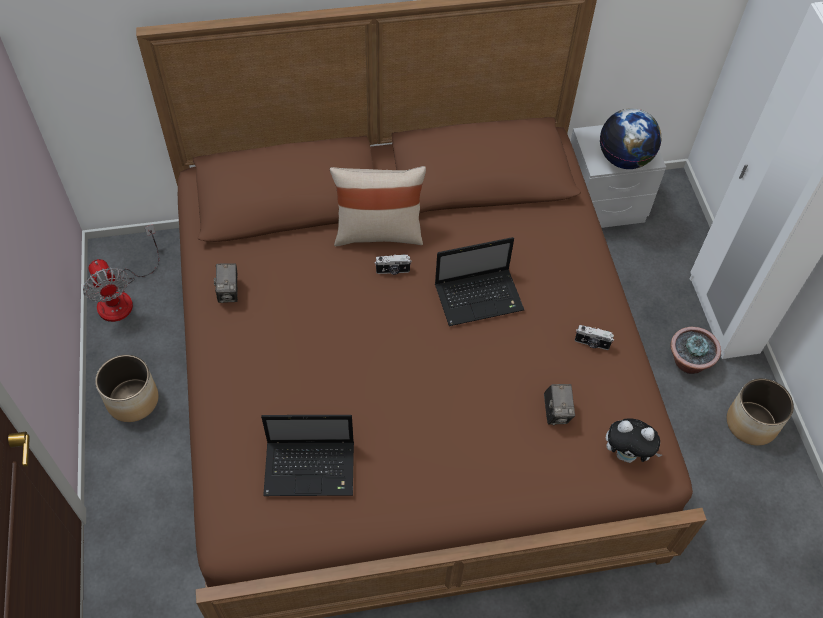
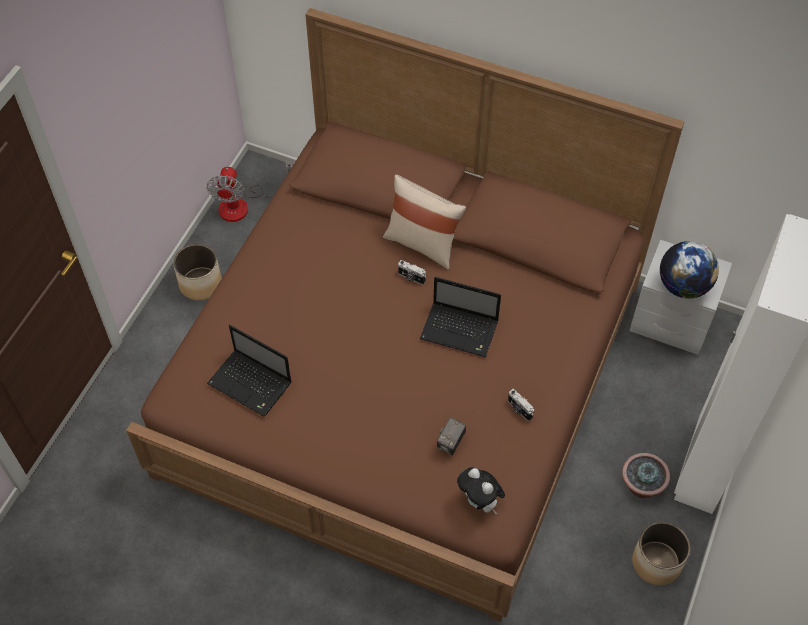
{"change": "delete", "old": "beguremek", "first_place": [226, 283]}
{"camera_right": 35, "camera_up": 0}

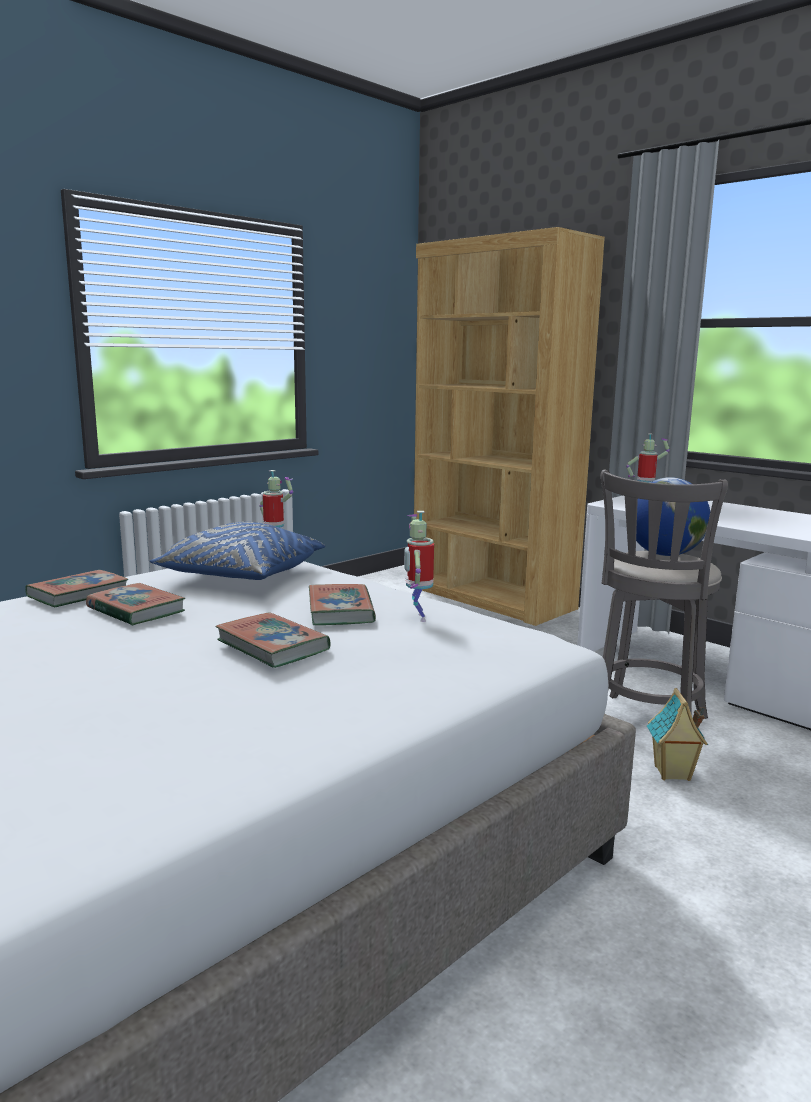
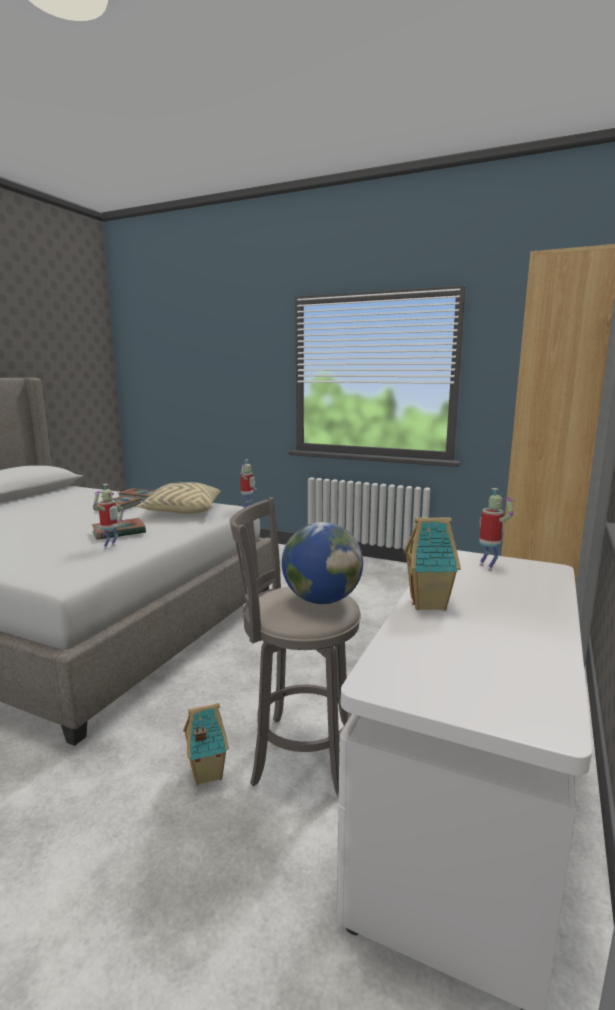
{"change": "rotate", "old": "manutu", "first_place": [419, 566], "second_place": [109, 516], "degrees": 135}
{"change": "recolor", "old": "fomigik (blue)", "new": "fomigik (beige)", "first_place": [237, 551], "second_place": [178, 498]}
{"change": "delete", "old": "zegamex", "first_place": [273, 640]}
{"change": "insert", "new": "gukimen", "second_place": [432, 564]}
{"camera_right": 70, "camera_up": 0}

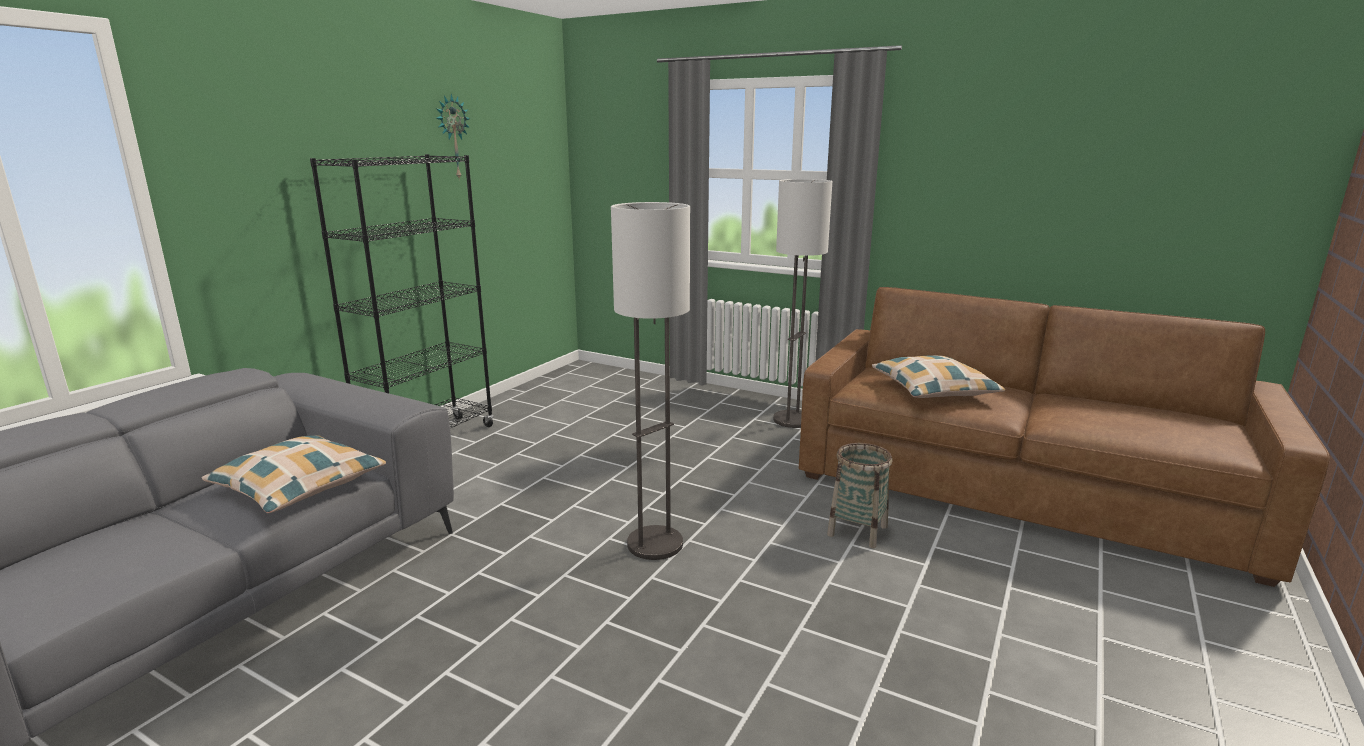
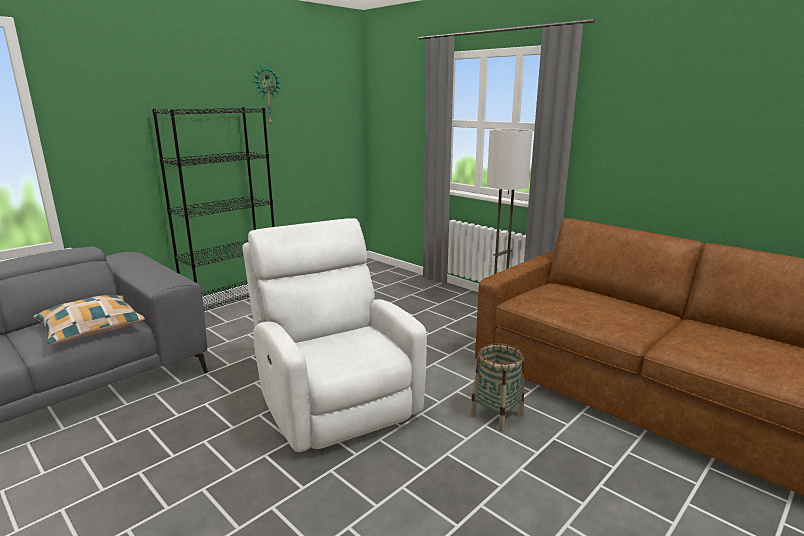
{"change": "replace", "old": "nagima", "new": "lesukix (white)", "first_place": [650, 381], "second_place": [334, 335]}
{"change": "delete", "old": "fomigik", "first_place": [938, 376]}
{"camera_right": 15, "camera_up": 0}

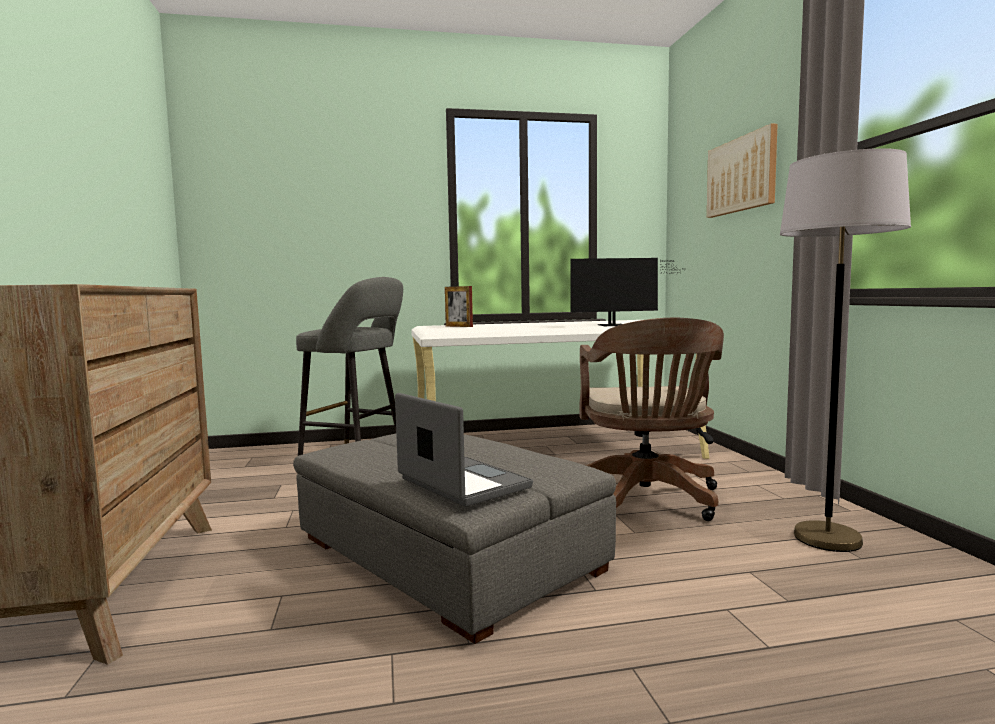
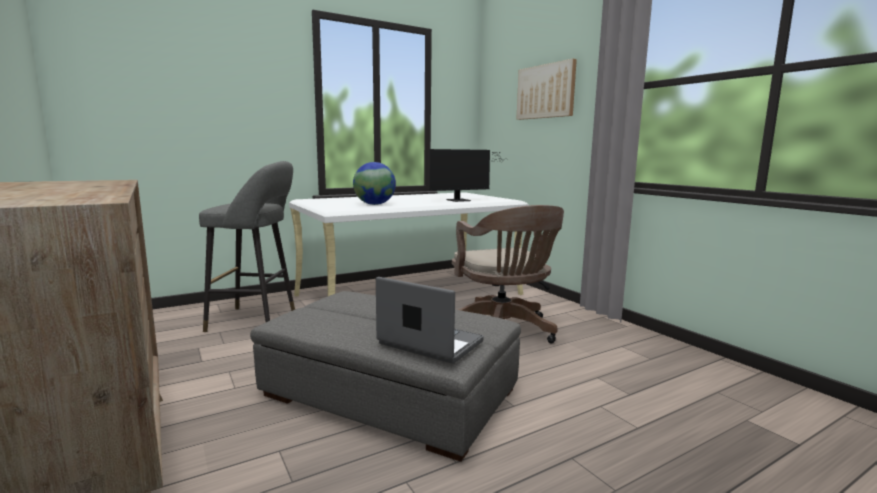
{"change": "delete", "old": "nagima (grey)", "first_place": [845, 350]}
{"change": "delete", "old": "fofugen", "first_place": [459, 306]}
{"change": "insert", "new": "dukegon", "second_place": [374, 183]}
{"camera_right": -20, "camera_up": 5}

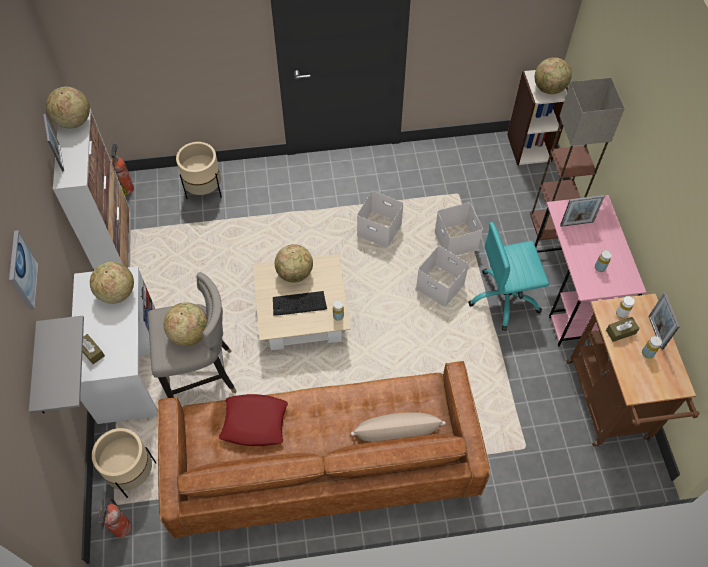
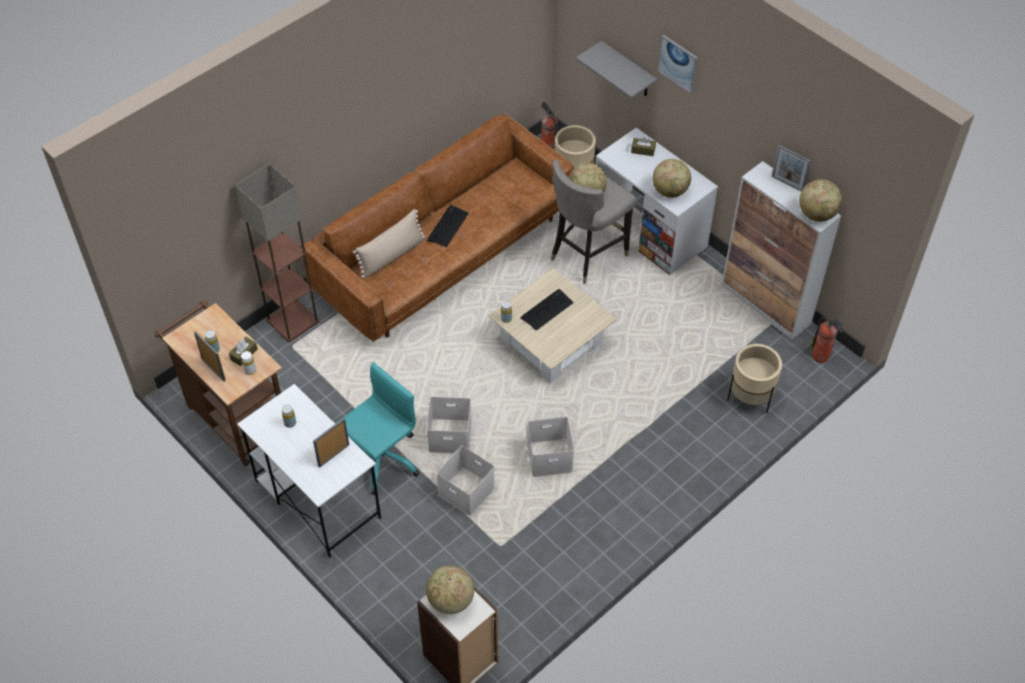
{"change": "move", "old": "nagima", "first_place": [577, 159], "second_place": [277, 253]}
{"change": "recolor", "old": "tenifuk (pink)", "new": "tenifuk (white)", "first_place": [590, 271], "second_place": [309, 471]}
{"change": "delete", "old": "dukegon", "first_place": [294, 263]}
{"change": "delete", "old": "fomigik (red)", "first_place": [253, 420]}
{"change": "insert", "new": "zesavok", "second_place": [448, 226]}
{"camera_right": 145, "camera_up": -5}

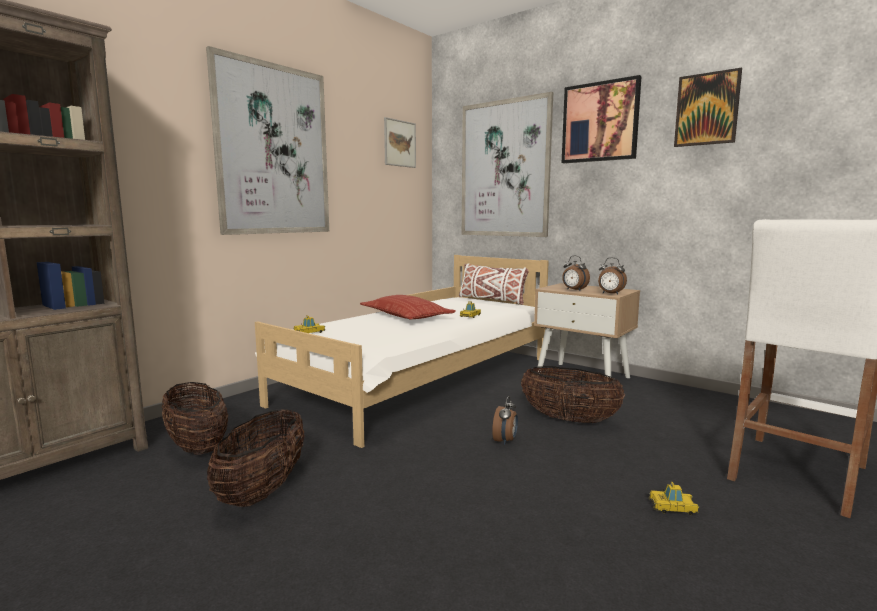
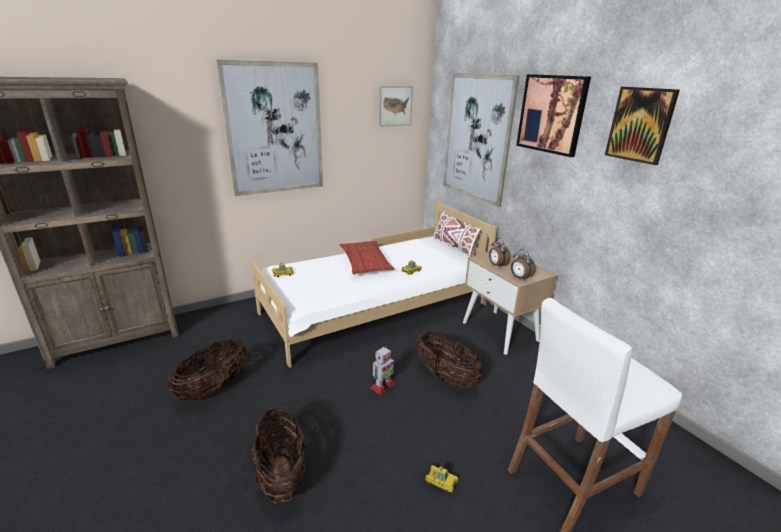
{"change": "move", "old": "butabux", "first_place": [195, 418], "second_place": [279, 455]}
{"change": "replace", "old": "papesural", "new": "manutu", "first_place": [505, 420], "second_place": [383, 370]}
{"camera_right": 20, "camera_up": 15}

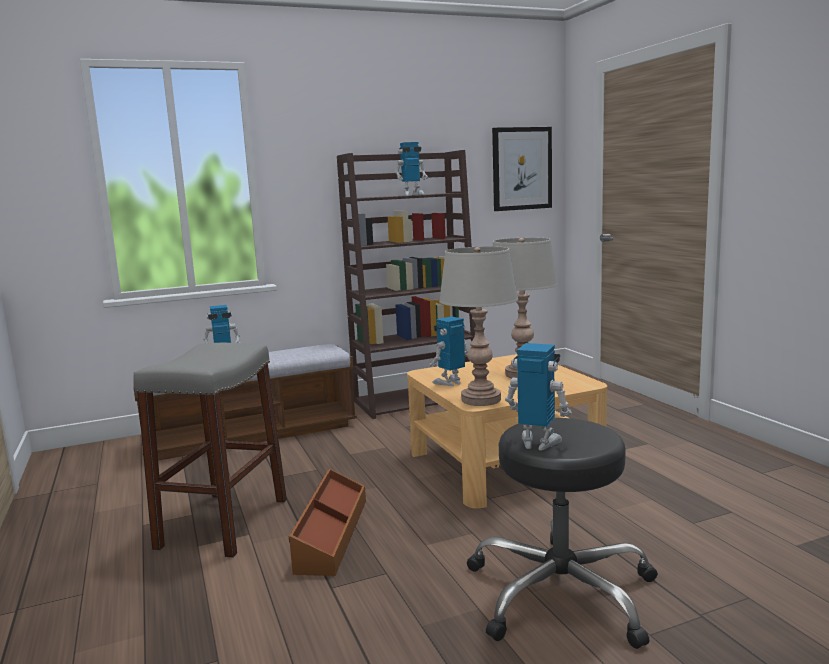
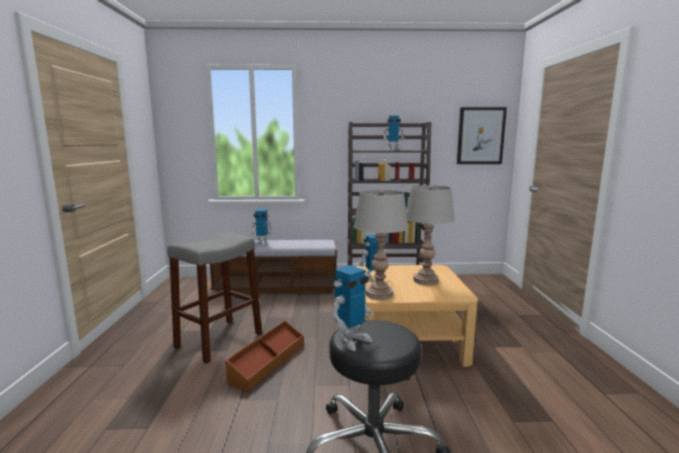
{"change": "rotate", "old": "manutu", "first_place": [538, 397], "second_place": [352, 308], "degrees": 90}
{"camera_right": 20, "camera_up": 0}

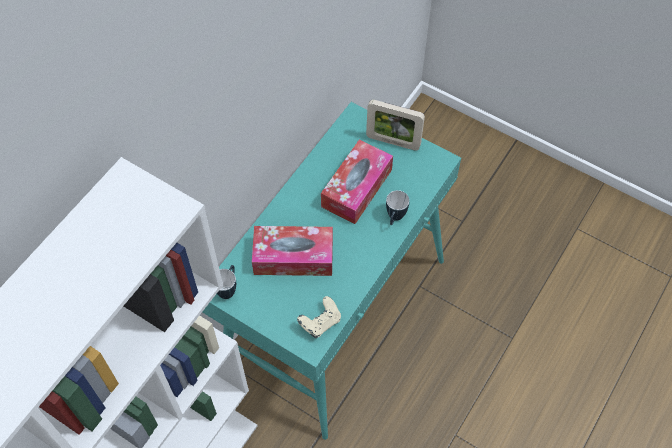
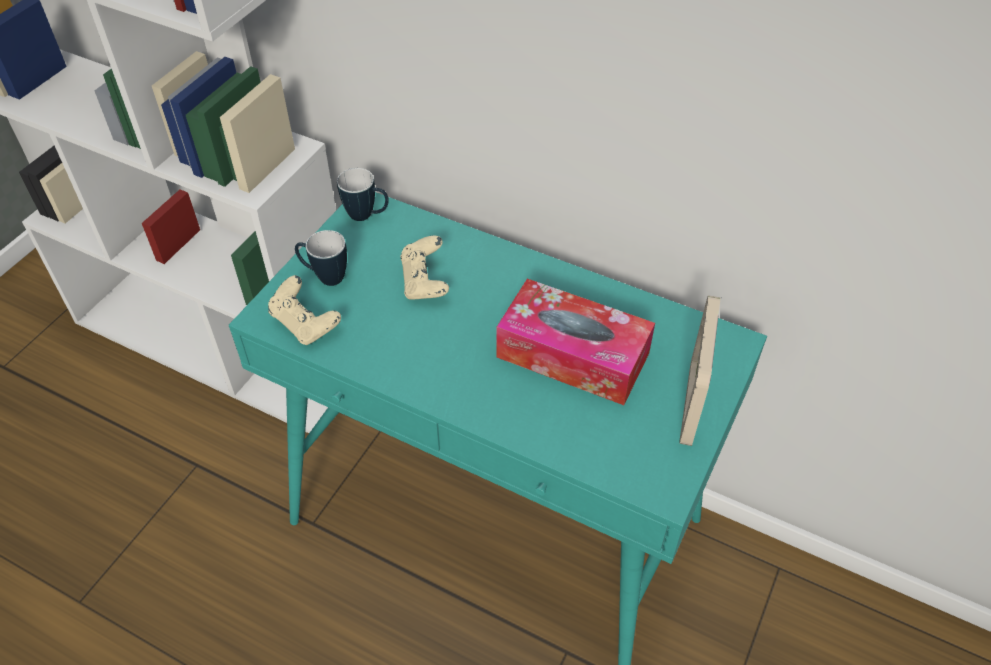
{"change": "move", "old": "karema", "first_place": [398, 207], "second_place": [321, 258]}
{"change": "replace", "old": "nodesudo", "new": "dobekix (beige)", "first_place": [292, 251], "second_place": [424, 267]}
{"camera_right": 85, "camera_up": -10}

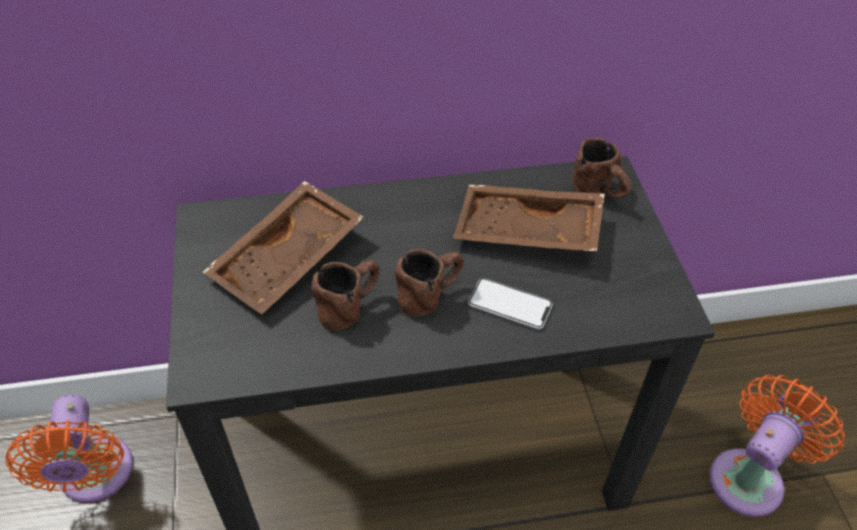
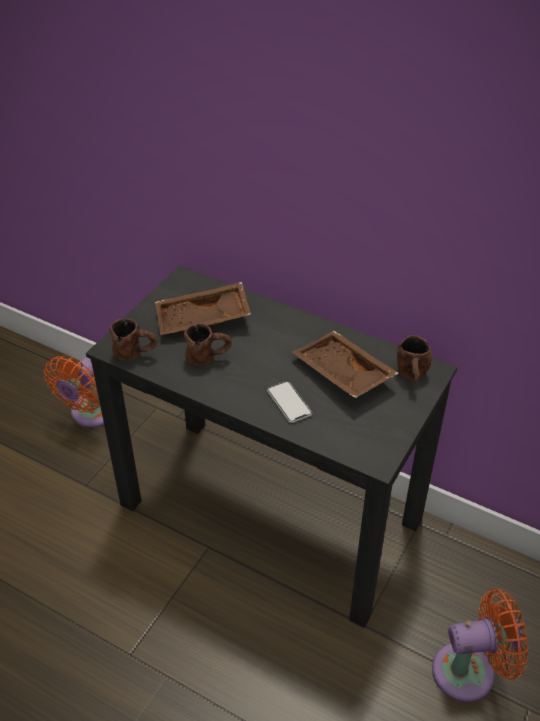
{"change": "move", "old": "karema (brown)", "first_place": [429, 283], "second_place": [133, 339]}
{"camera_right": 40, "camera_up": -5}

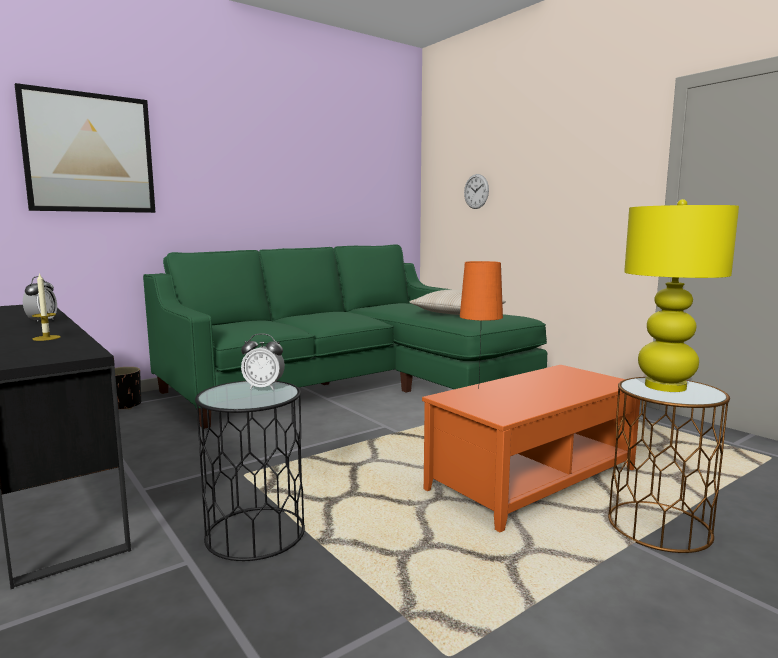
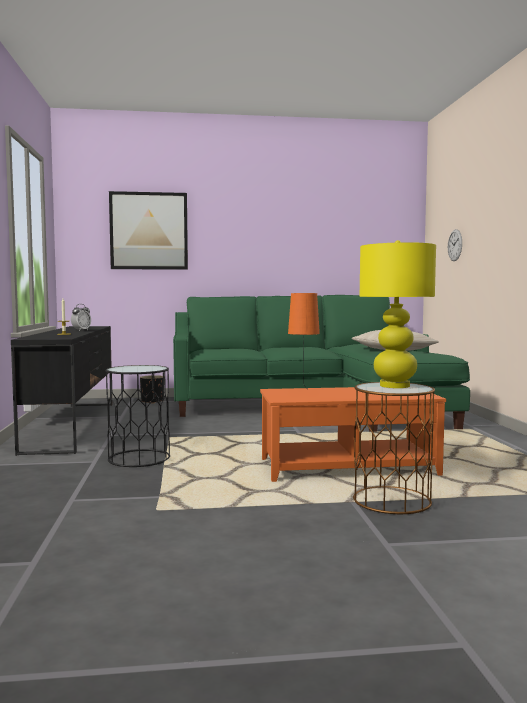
{"change": "delete", "old": "papesural", "first_place": [263, 361]}
{"camera_right": 30, "camera_up": -5}

